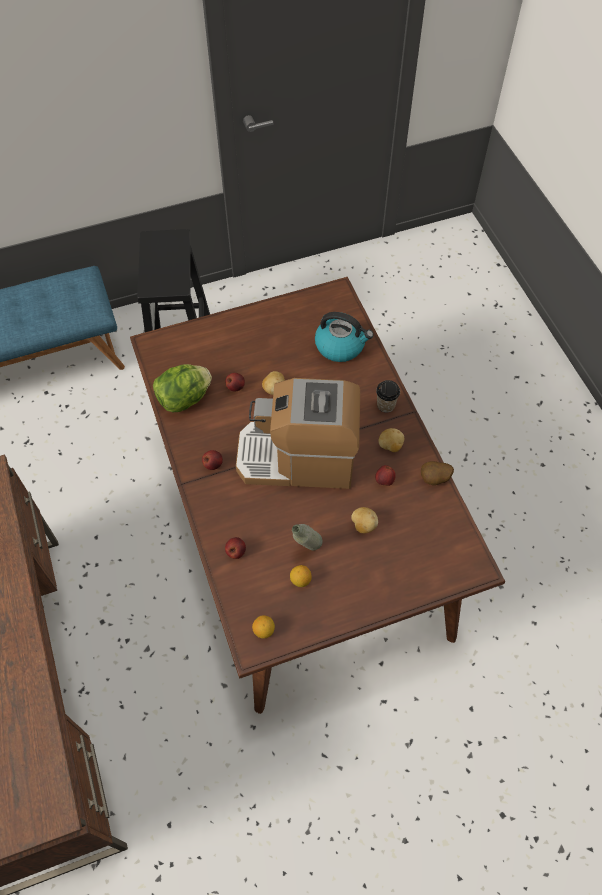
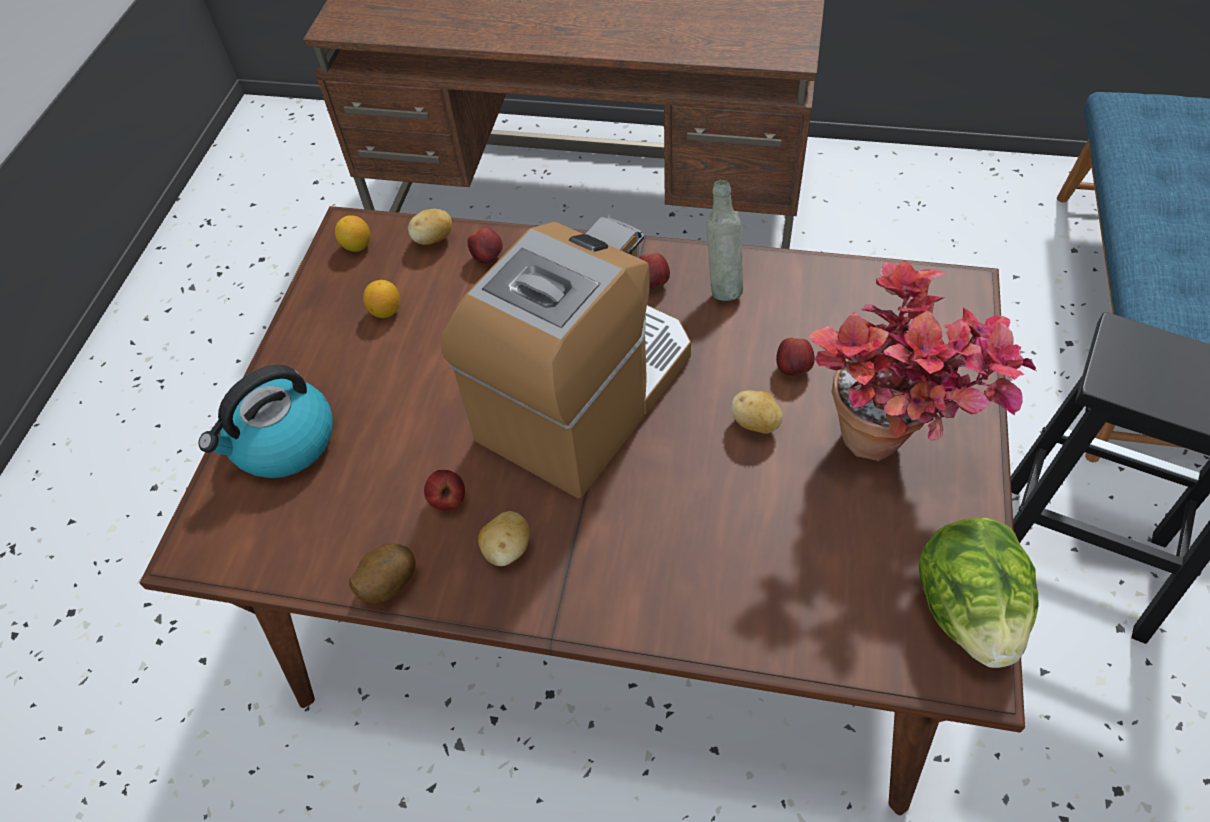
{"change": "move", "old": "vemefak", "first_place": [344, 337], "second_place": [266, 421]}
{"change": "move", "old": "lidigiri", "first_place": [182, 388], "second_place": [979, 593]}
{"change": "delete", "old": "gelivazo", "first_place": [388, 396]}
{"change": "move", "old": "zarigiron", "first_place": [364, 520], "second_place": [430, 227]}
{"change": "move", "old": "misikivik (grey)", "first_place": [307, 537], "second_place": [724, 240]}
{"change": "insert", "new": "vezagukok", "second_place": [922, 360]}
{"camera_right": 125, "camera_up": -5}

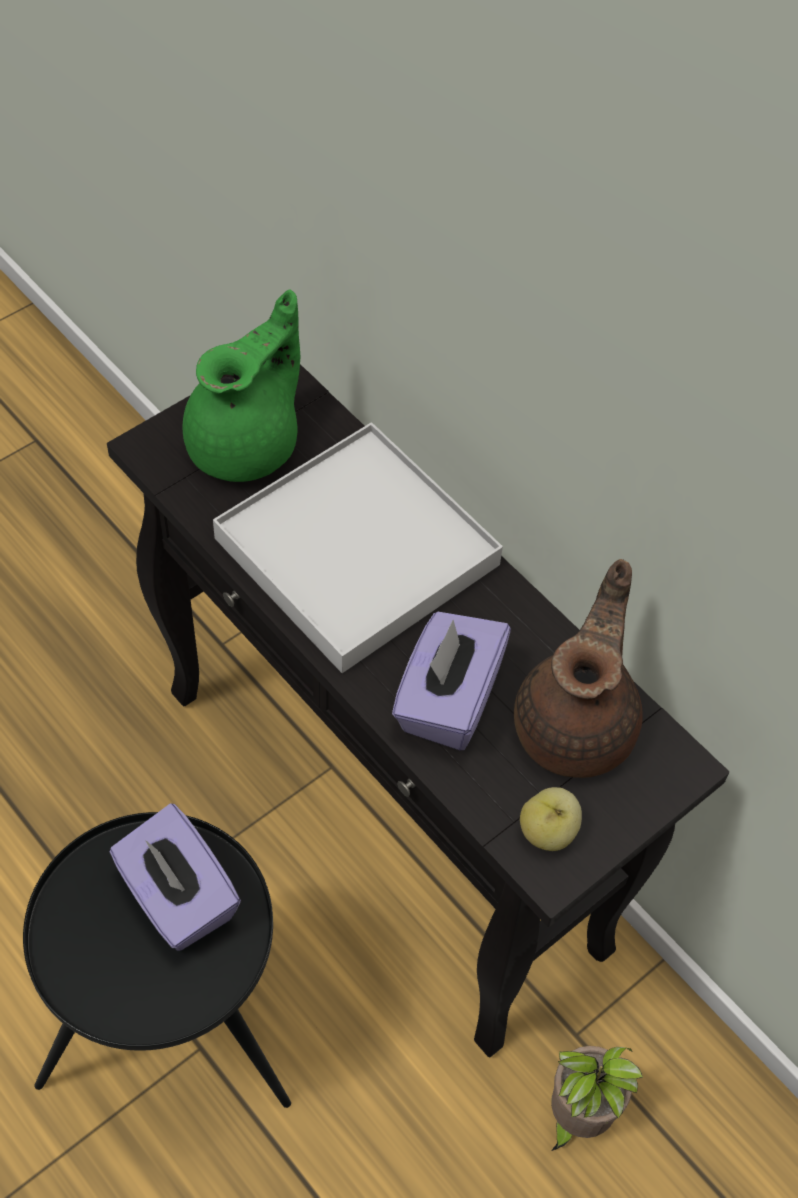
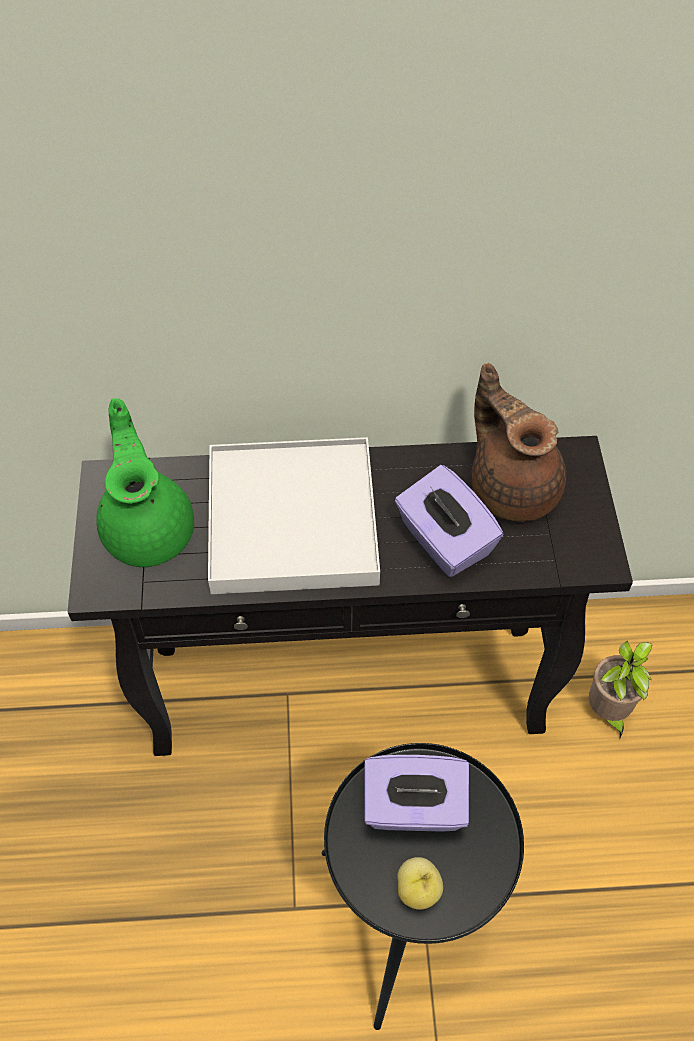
{"change": "move", "old": "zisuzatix", "first_place": [551, 819], "second_place": [420, 883]}
{"camera_right": -50, "camera_up": 0}

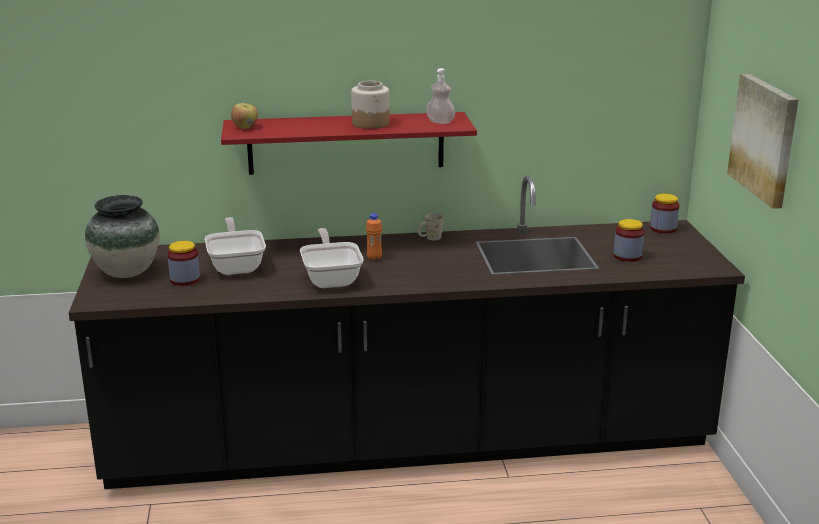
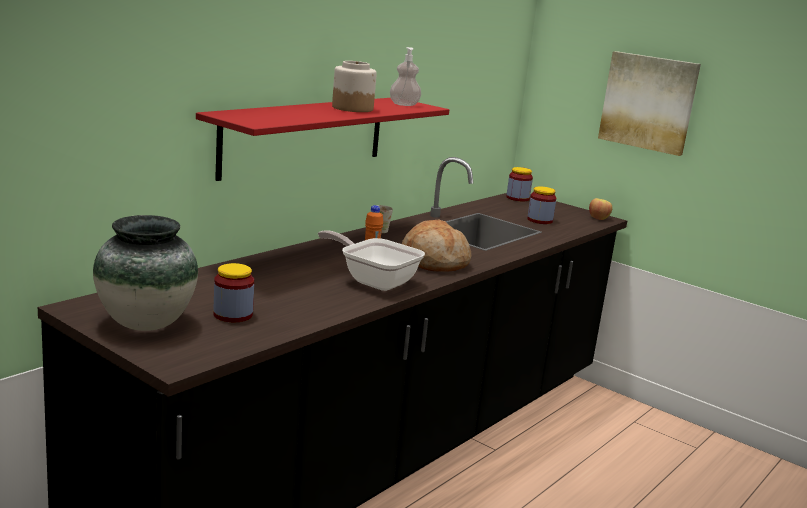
{"change": "move", "old": "zisuzatix", "first_place": [244, 116], "second_place": [600, 209]}
{"change": "delete", "old": "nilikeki", "first_place": [235, 246]}
{"change": "insert", "new": "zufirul", "second_place": [436, 245]}
{"camera_right": -45, "camera_up": -5}

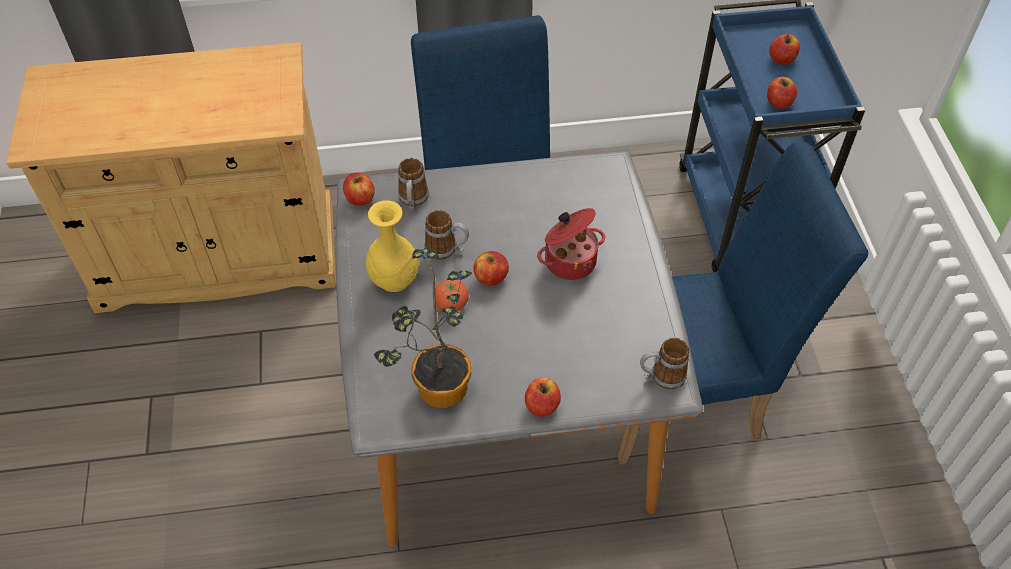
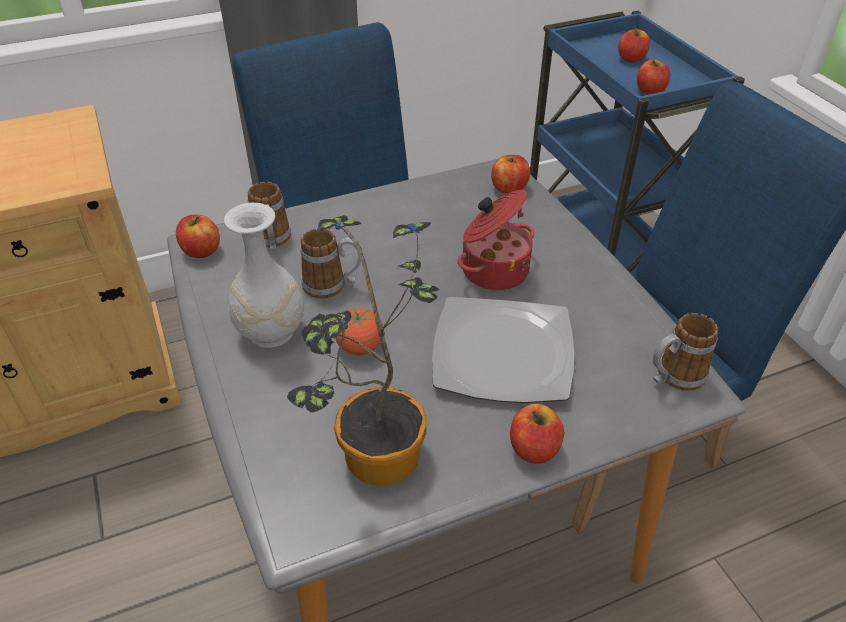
{"change": "recolor", "old": "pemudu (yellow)", "new": "pemudu (white)", "first_place": [392, 246], "second_place": [264, 275]}
{"change": "move", "old": "zisuzatix", "first_place": [491, 268], "second_place": [510, 174]}
{"change": "insert", "new": "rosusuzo", "second_place": [503, 350]}
{"camera_right": -15, "camera_up": -10}

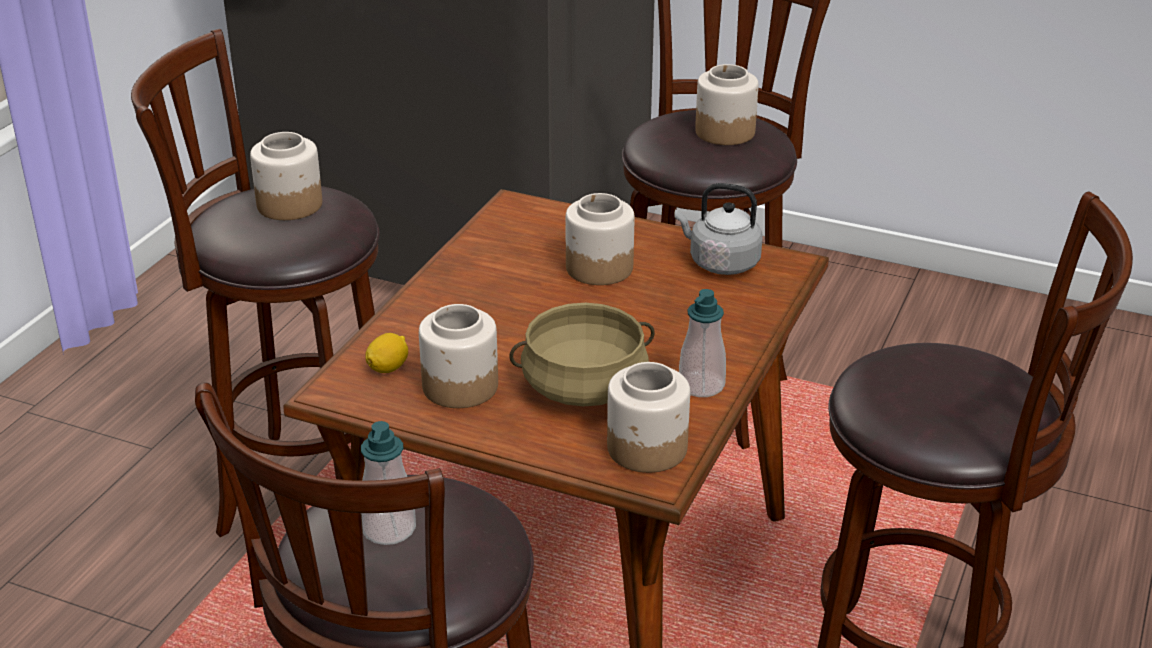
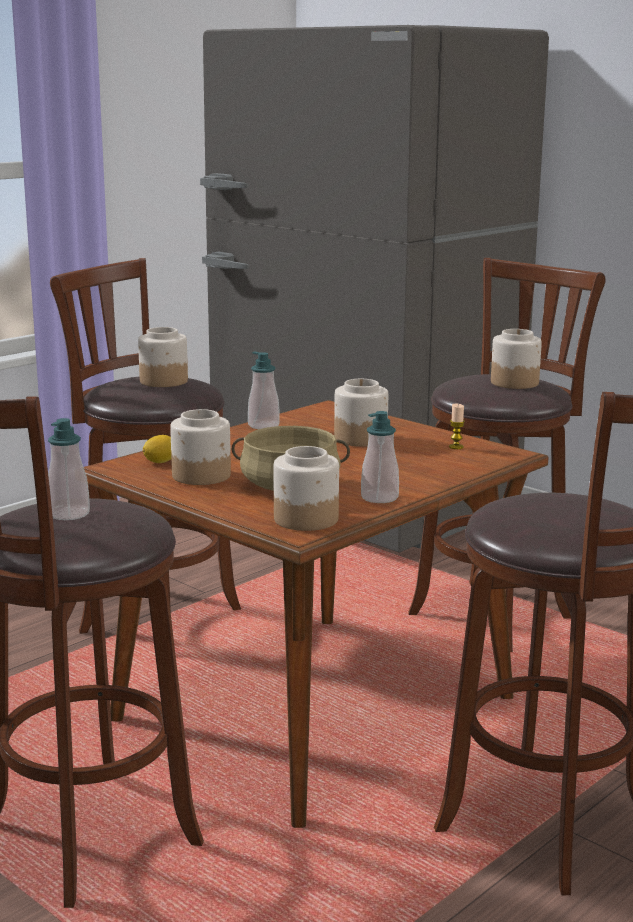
{"change": "replace", "old": "vemefak (grey)", "new": "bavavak", "first_place": [719, 229], "second_place": [457, 426]}
{"change": "insert", "new": "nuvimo", "second_place": [264, 390]}
{"camera_right": 20, "camera_up": -15}

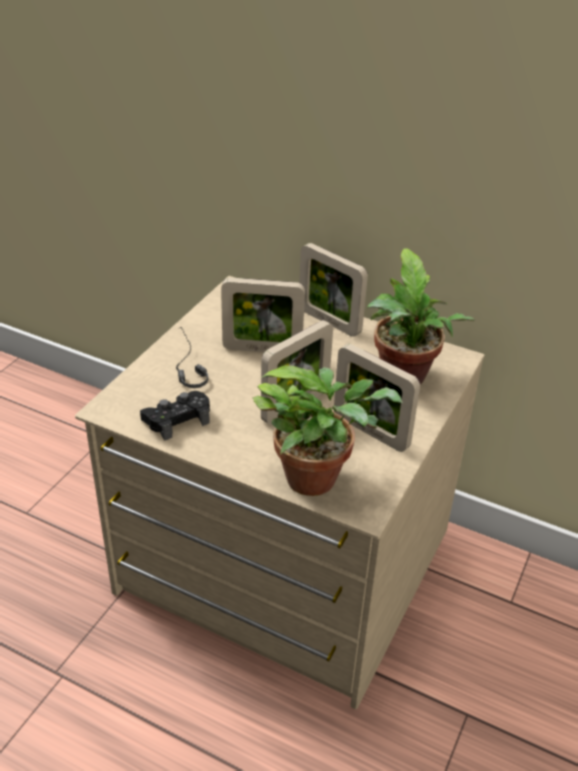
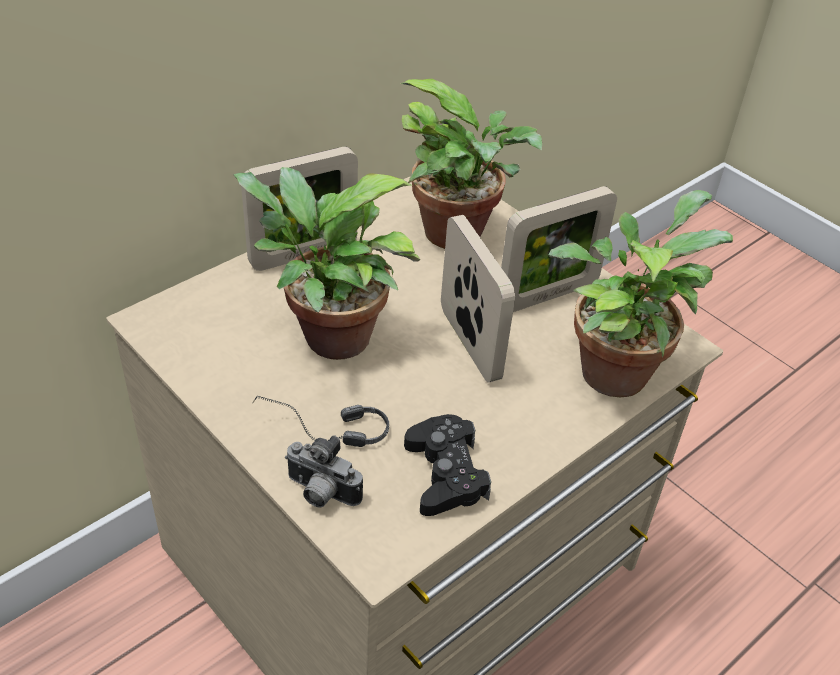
{"change": "replace", "old": "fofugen", "new": "vezagukok", "first_place": [263, 314], "second_place": [326, 263]}
{"change": "insert", "new": "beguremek", "second_place": [324, 472]}
{"camera_right": -70, "camera_up": 5}

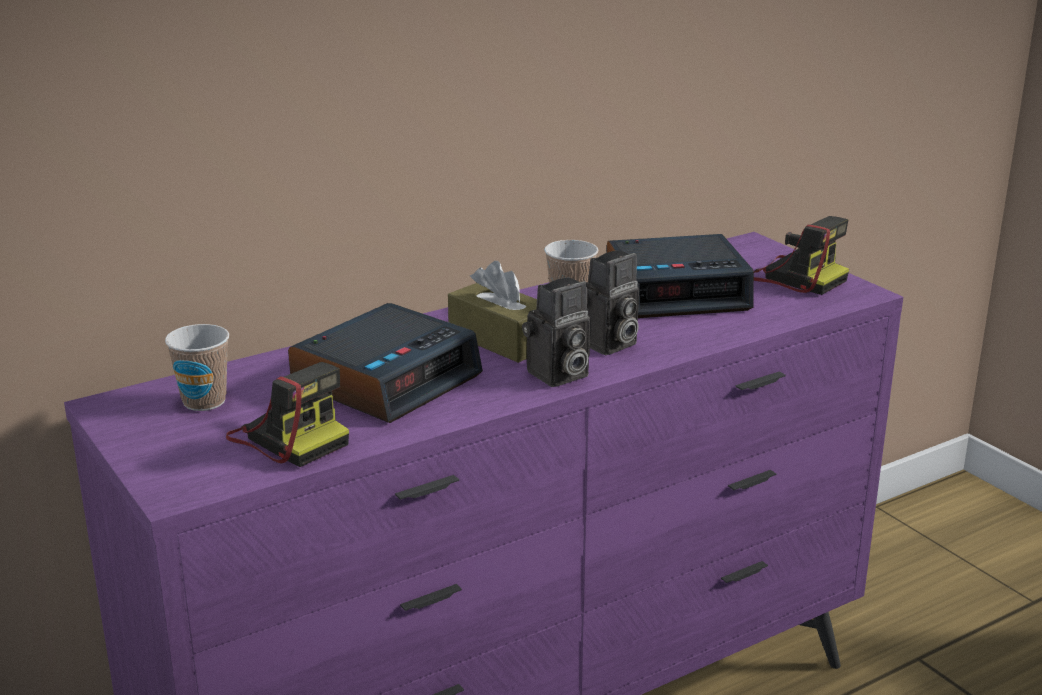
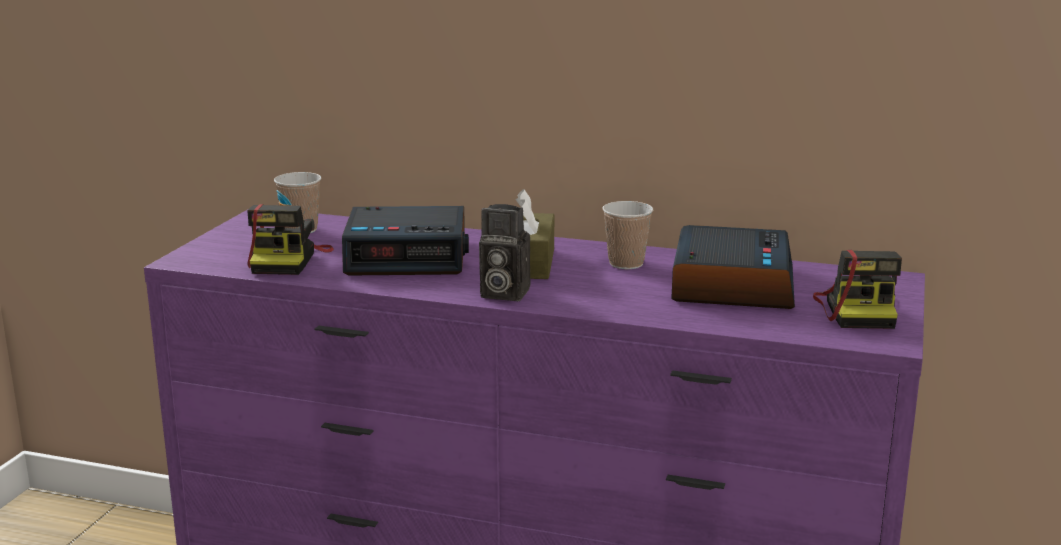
{"change": "rotate", "old": "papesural", "first_place": [680, 276], "second_place": [733, 267], "degrees": -120}
{"change": "delete", "old": "beguremek", "first_place": [613, 302]}
{"camera_right": 50, "camera_up": -5}

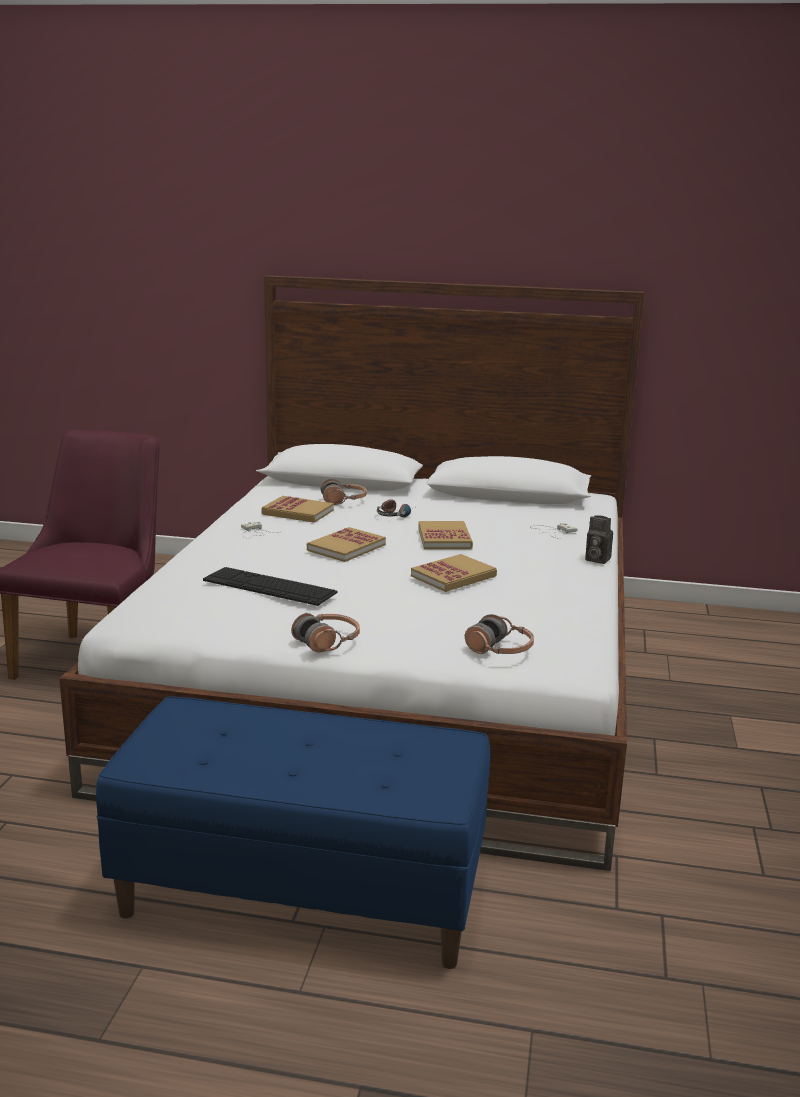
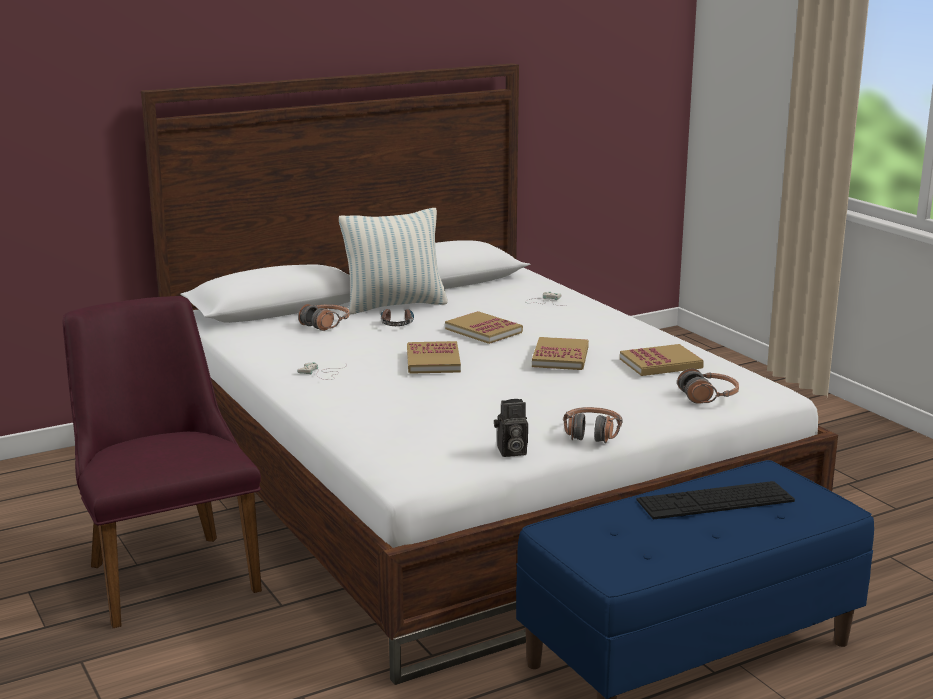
{"change": "move", "old": "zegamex", "first_place": [297, 509], "second_place": [662, 360]}
{"change": "move", "old": "beguremek", "first_place": [599, 539], "second_place": [511, 428]}
{"change": "move", "old": "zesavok", "first_place": [270, 586], "second_place": [716, 500]}
{"change": "insert", "new": "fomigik", "second_place": [393, 261]}
{"camera_right": -40, "camera_up": 0}

